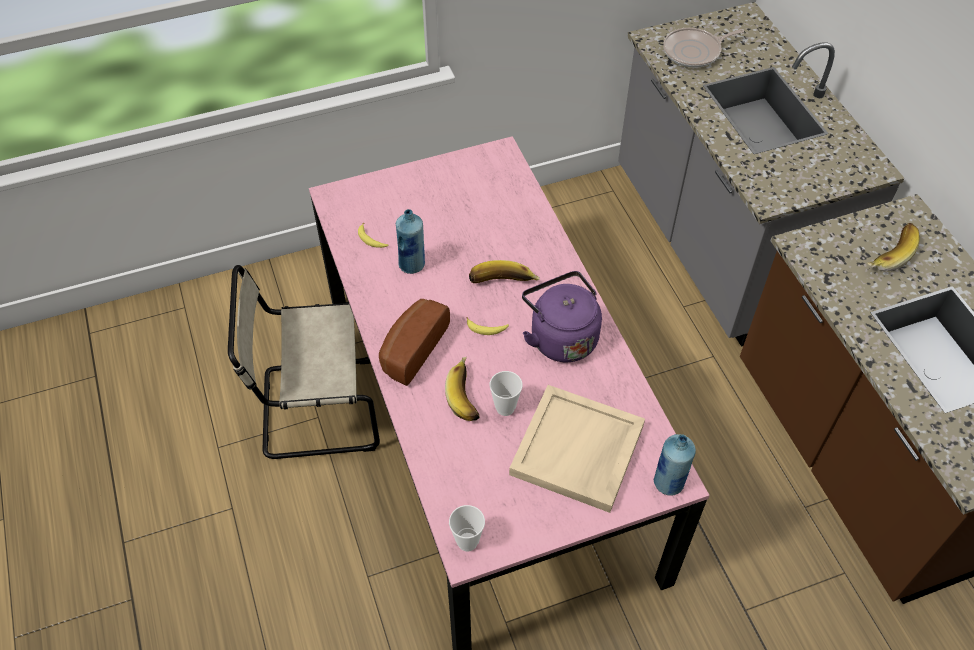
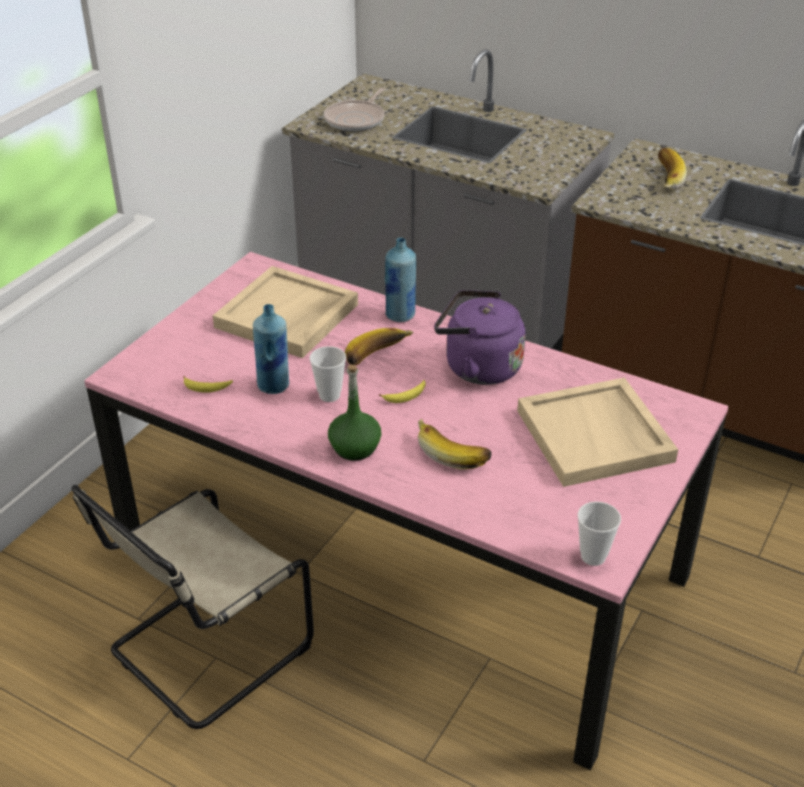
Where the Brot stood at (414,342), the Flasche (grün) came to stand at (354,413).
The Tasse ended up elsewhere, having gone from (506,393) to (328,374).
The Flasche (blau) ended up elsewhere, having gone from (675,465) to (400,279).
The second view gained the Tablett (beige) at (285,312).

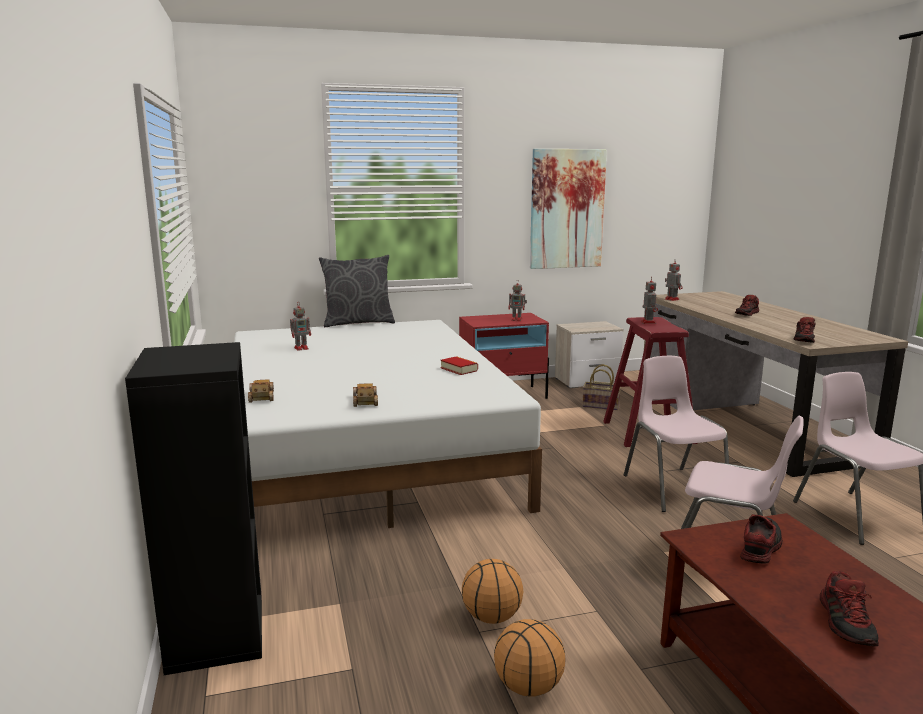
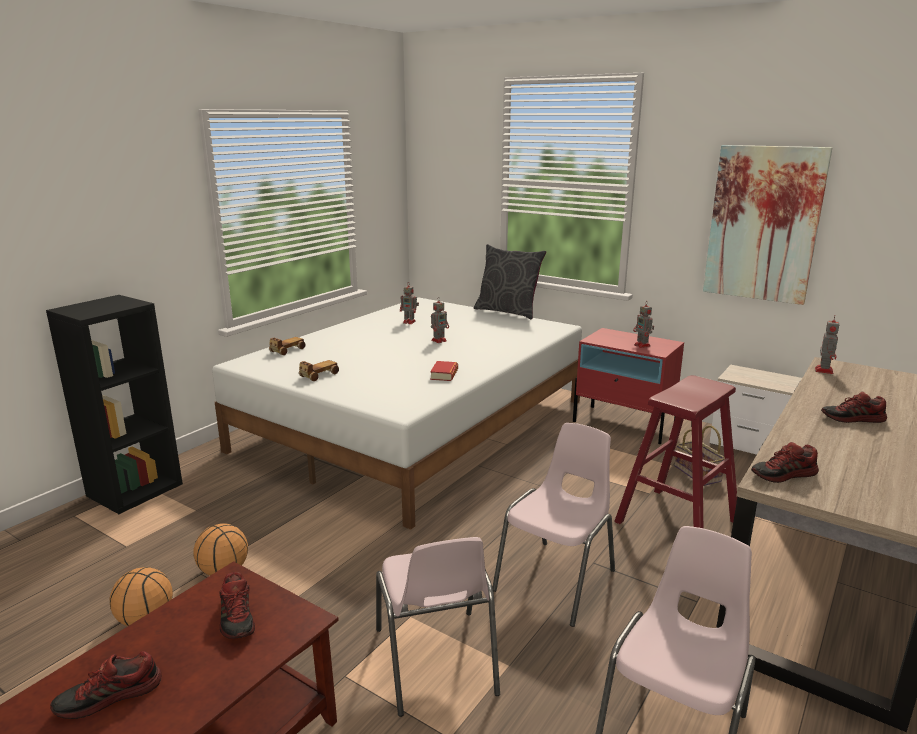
The Spielzeugroboter ended up elsewhere, having gone from (649,300) to (440,320).
The Schuh at (761,538) ended up facing another way, 75 degrees clockwise from before.

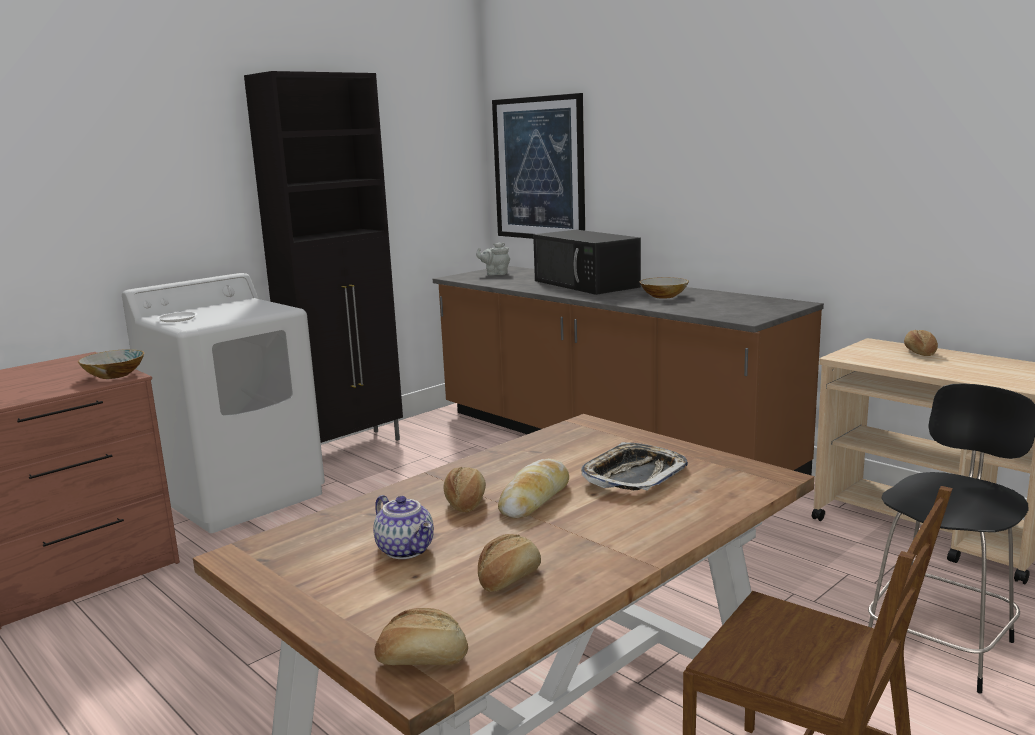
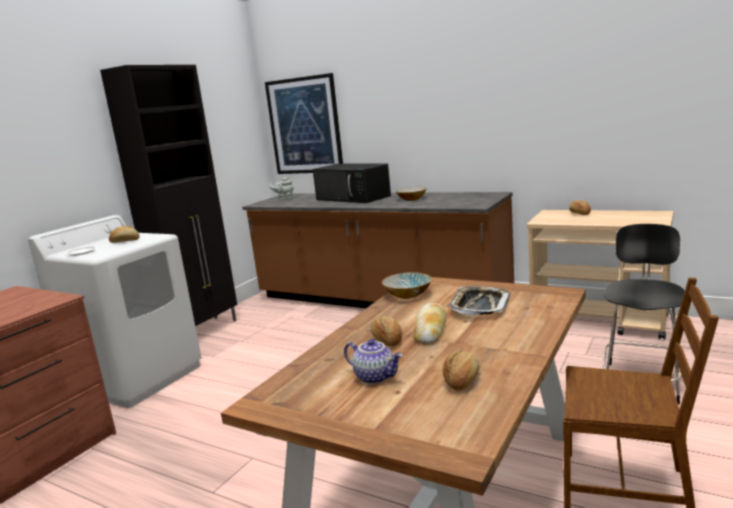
The Schüssel ended up elsewhere, having gone from (111,364) to (407,285).
The Brot ended up elsewhere, having gone from (421,636) to (124,234).

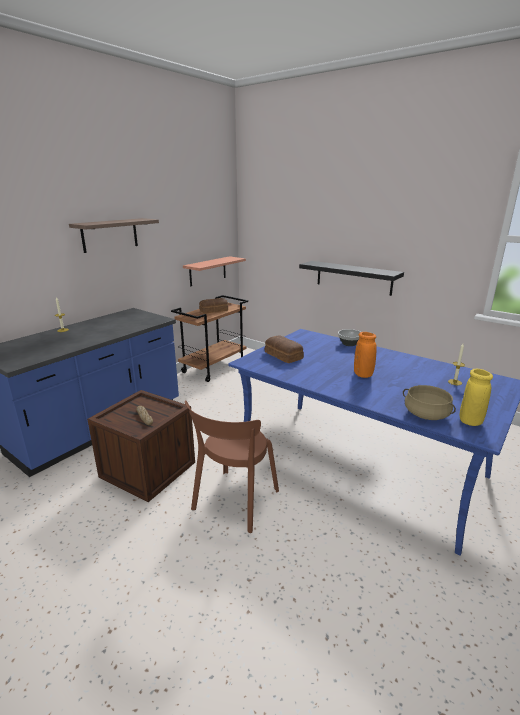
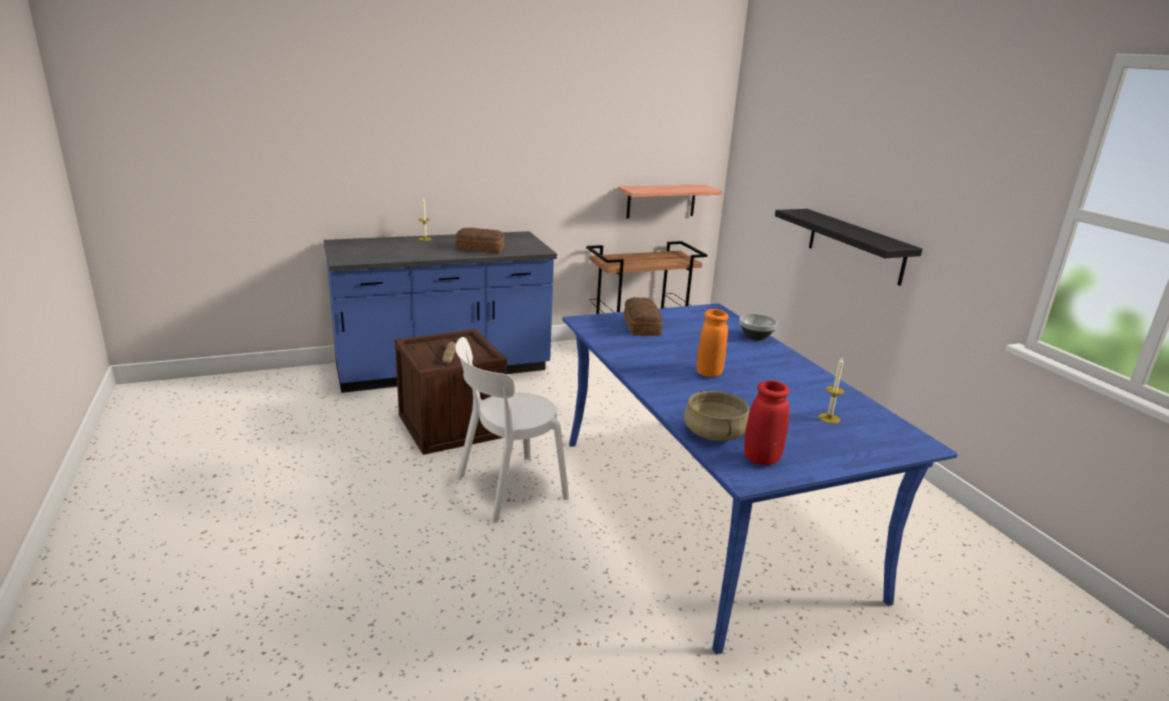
The second view lost the Wandregal at (114,235).
What was the Stuhl (braun) at (232,466) turned into the Stuhl (weiß) at (512,430).
The Brot ended up elsewhere, having gone from (213,306) to (480,240).
What was the Vase (gelb) at (476,397) turned into the Vase (rot) at (766,422).

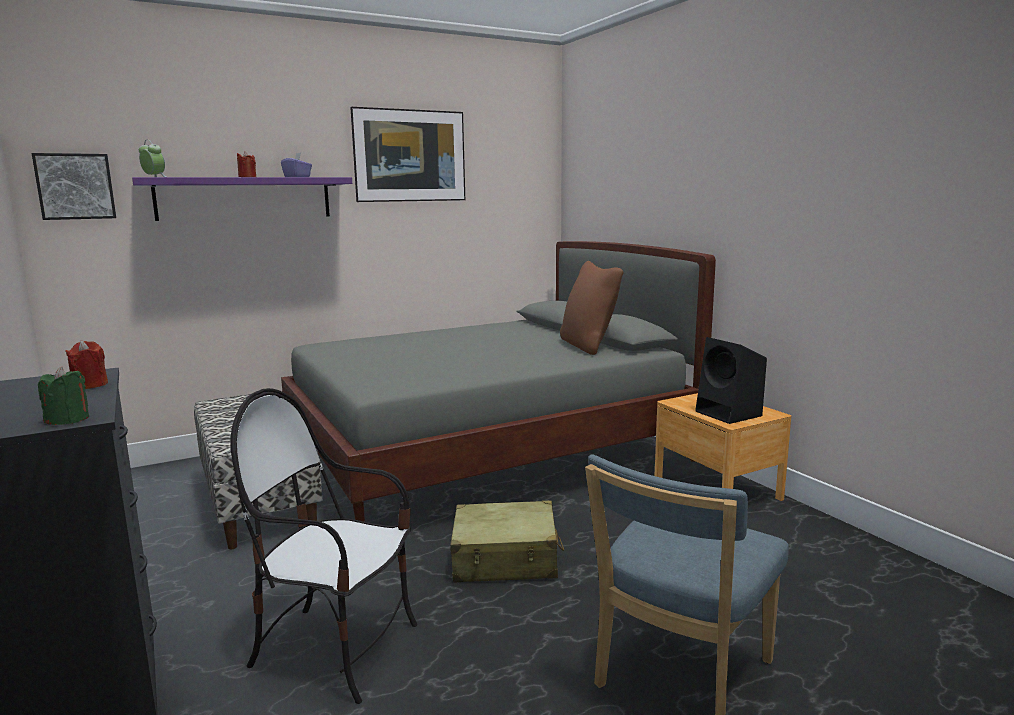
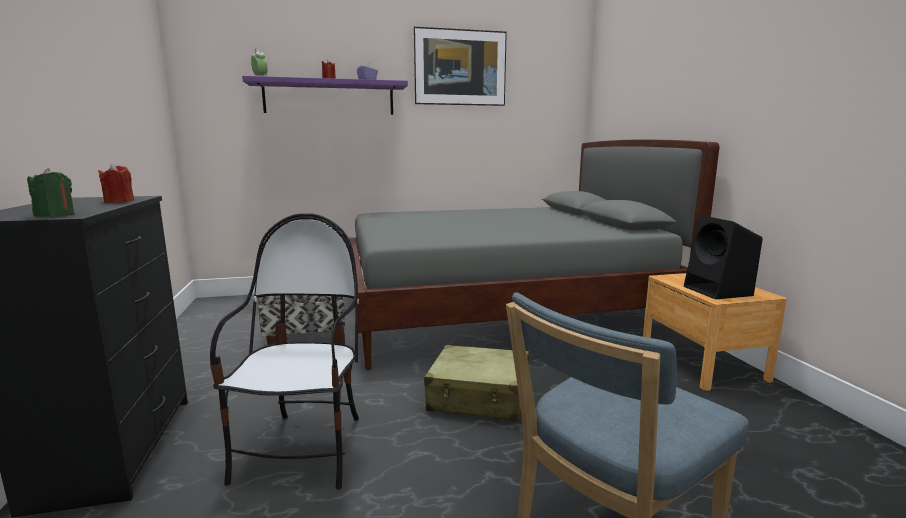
The second view lost the Bild at (74,186).
The Stuhl at (323,546) ended up facing another way, 60 degrees clockwise from before.
The second view lost the Kissen (braun) at (592,308).

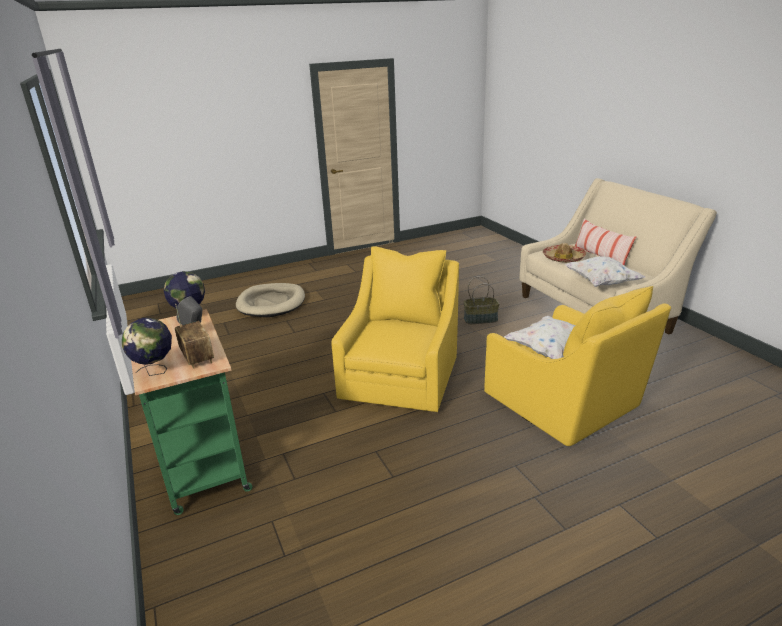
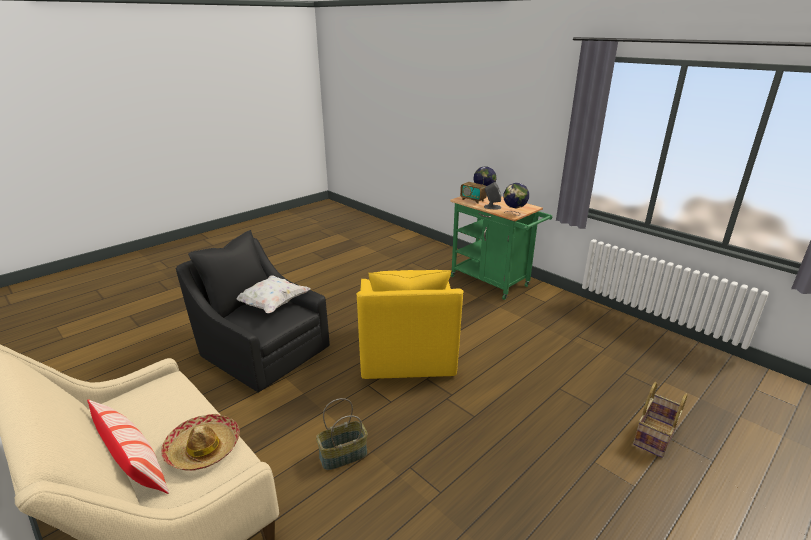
Where the Hundebett (beige) stood at (270,300), the Korb came to stand at (660,420).
What was the Sessel (gelb) at (577,366) turned into the Sessel (schwarz) at (252,311).
The second view lost the Kissen (weiß) at (605,272).

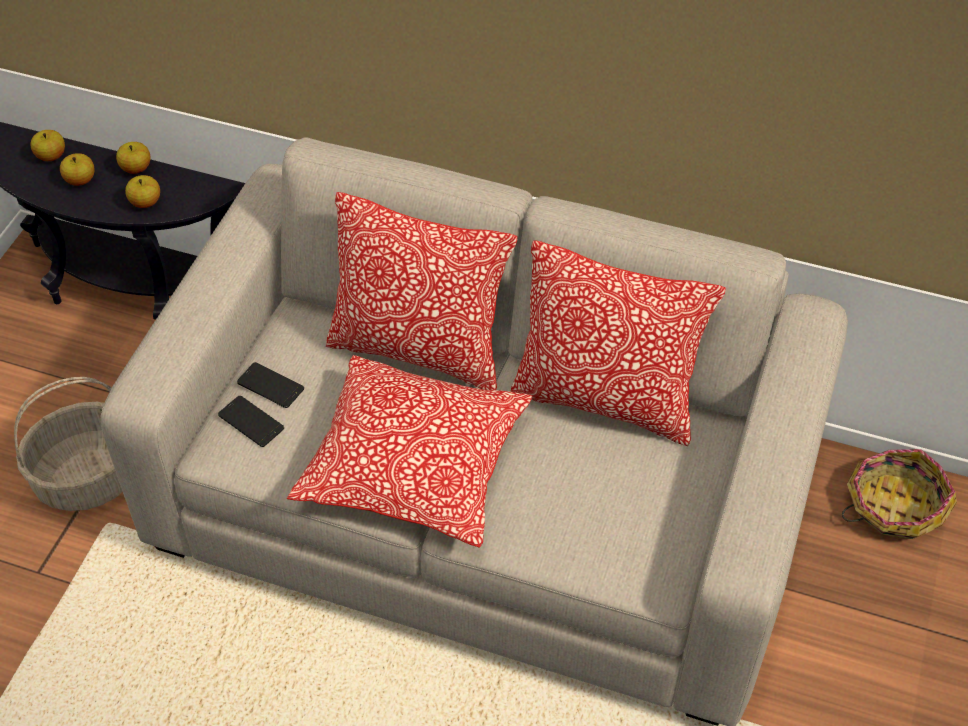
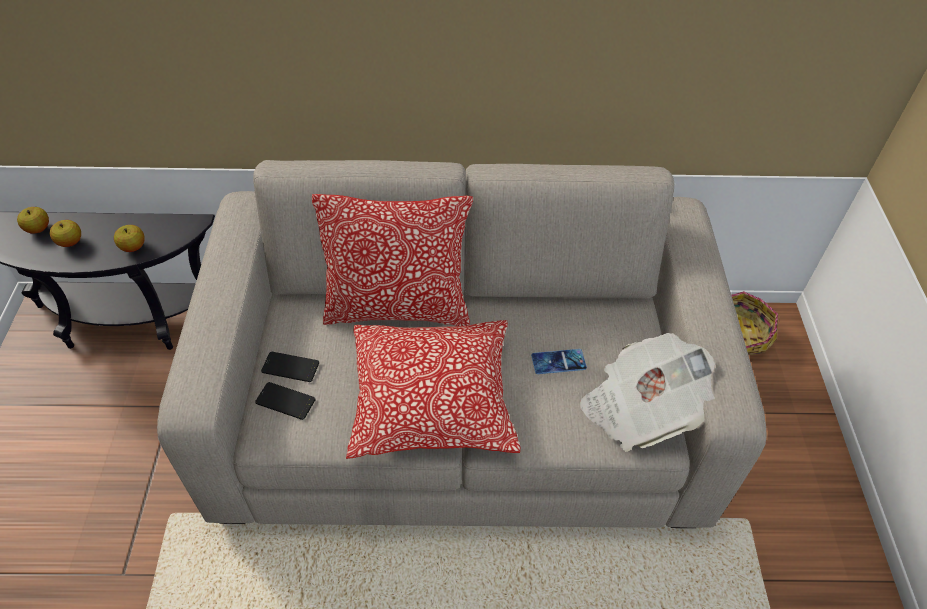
The second view lost the Korb at (68,444).
The second view lost the Apfel at (133,158).
The second view lost the Kissen at (618,343).
The second view gained the Handy at (559,361).
The second view gained the Zeitung at (648,392).

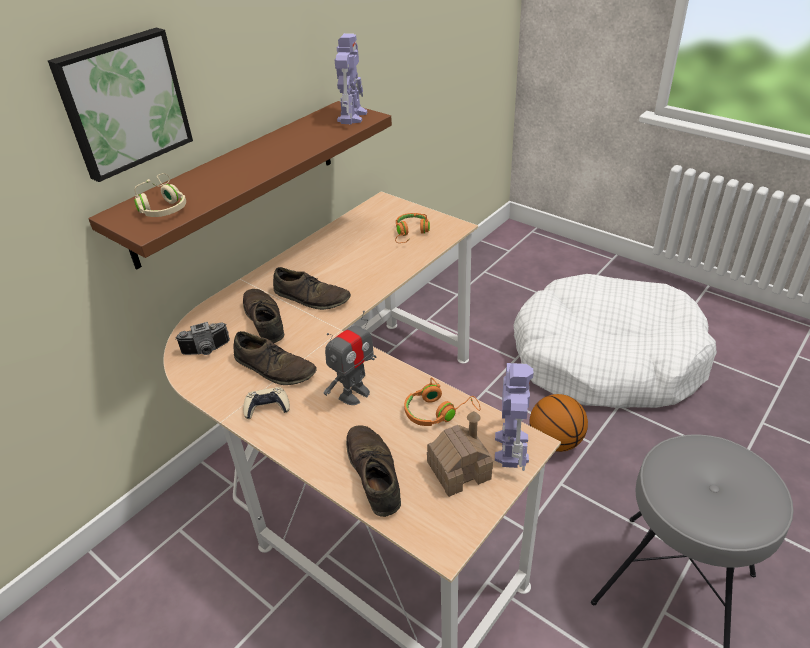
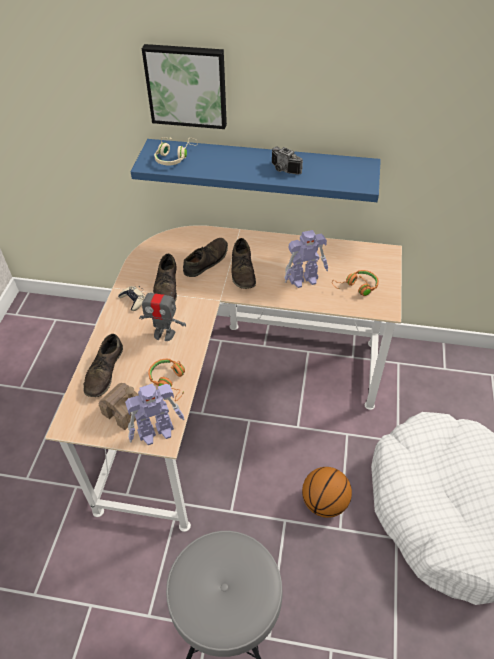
What was the Wandregal (braun) at (240,185) turned into the Wandregal (blau) at (256,170).
The Kamera ended up elsewhere, having gone from (202,338) to (287,160).
The Spielzeugroboter ended up elsewhere, having gone from (351,78) to (306,259).
The Schuh (braun) at (373,471) ended up facing another way, 150 degrees clockwise from before.

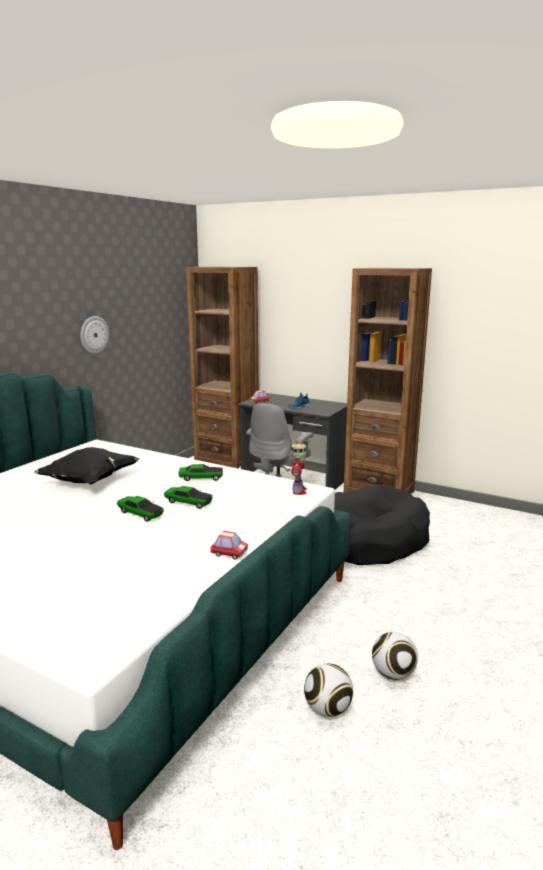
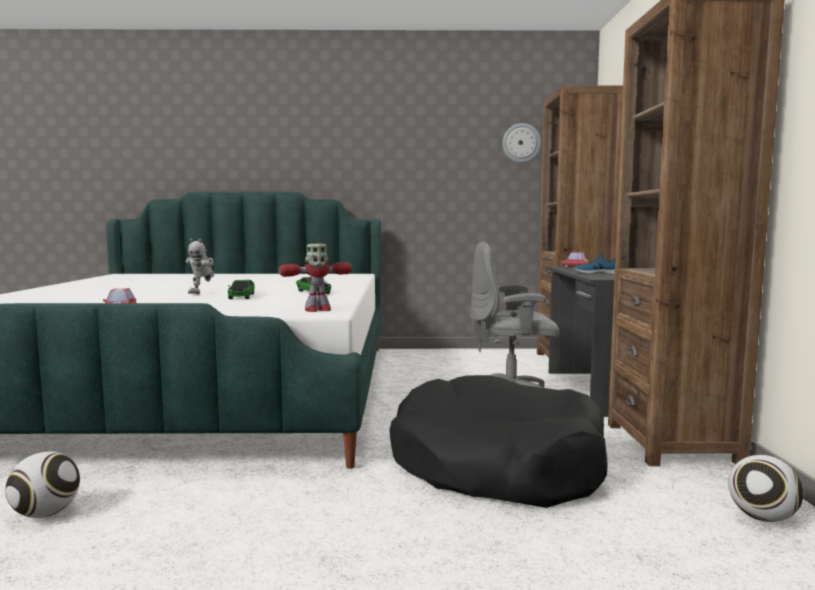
The second view lost the Kissen (schwarz) at (86,466).
The Wanduhr ended up elsewhere, having gone from (95,335) to (521,143).
Where the Spielzeugauto stood at (140,509), the Spielzeugroboter came to stand at (200,266).
The Fußball ended up elsewhere, having gone from (395,656) to (765,488).

